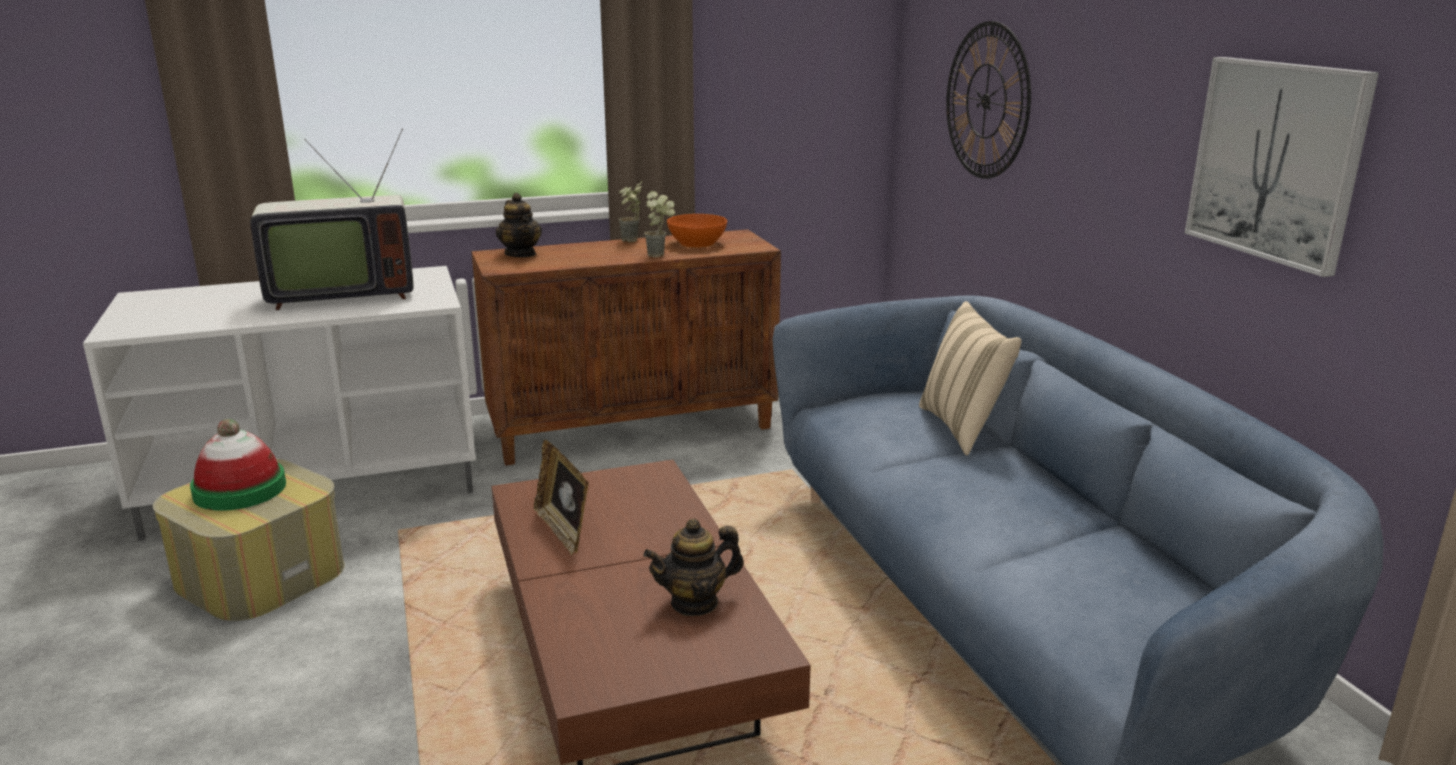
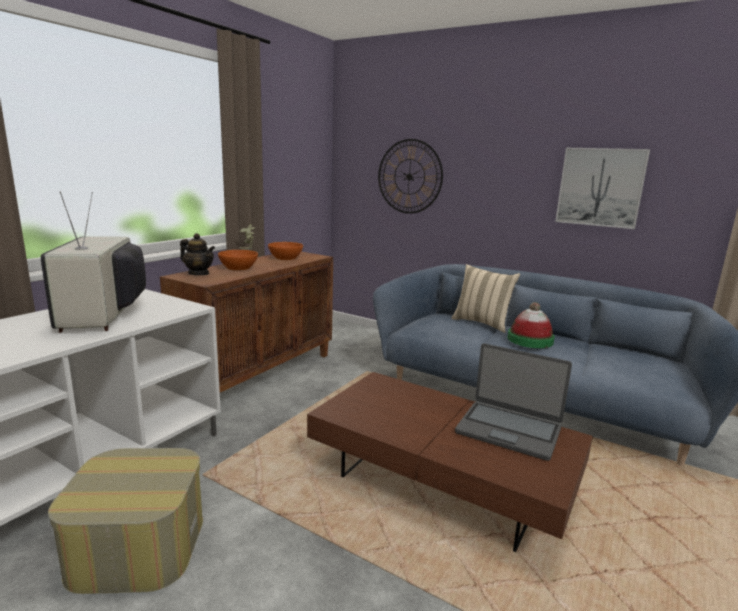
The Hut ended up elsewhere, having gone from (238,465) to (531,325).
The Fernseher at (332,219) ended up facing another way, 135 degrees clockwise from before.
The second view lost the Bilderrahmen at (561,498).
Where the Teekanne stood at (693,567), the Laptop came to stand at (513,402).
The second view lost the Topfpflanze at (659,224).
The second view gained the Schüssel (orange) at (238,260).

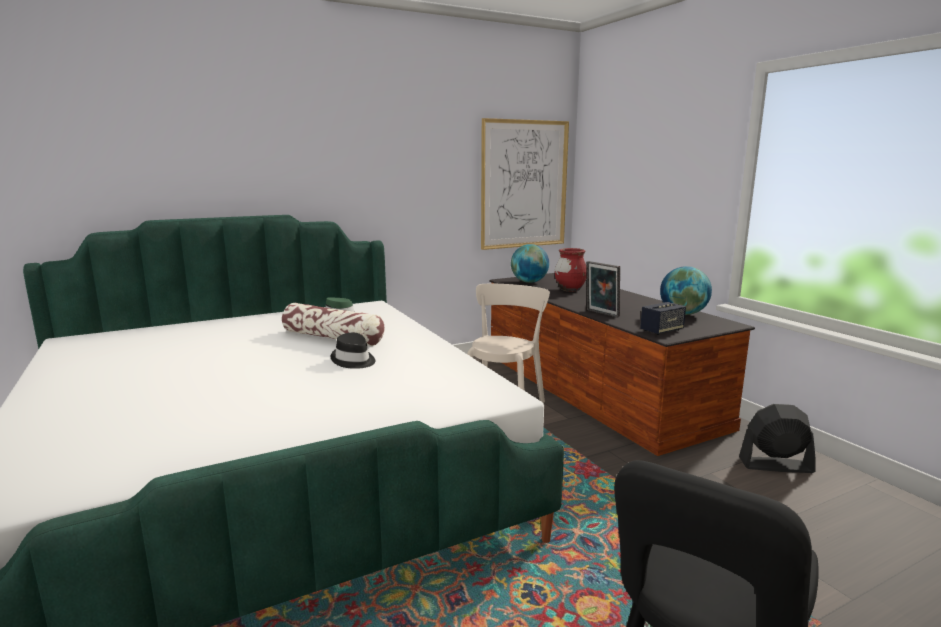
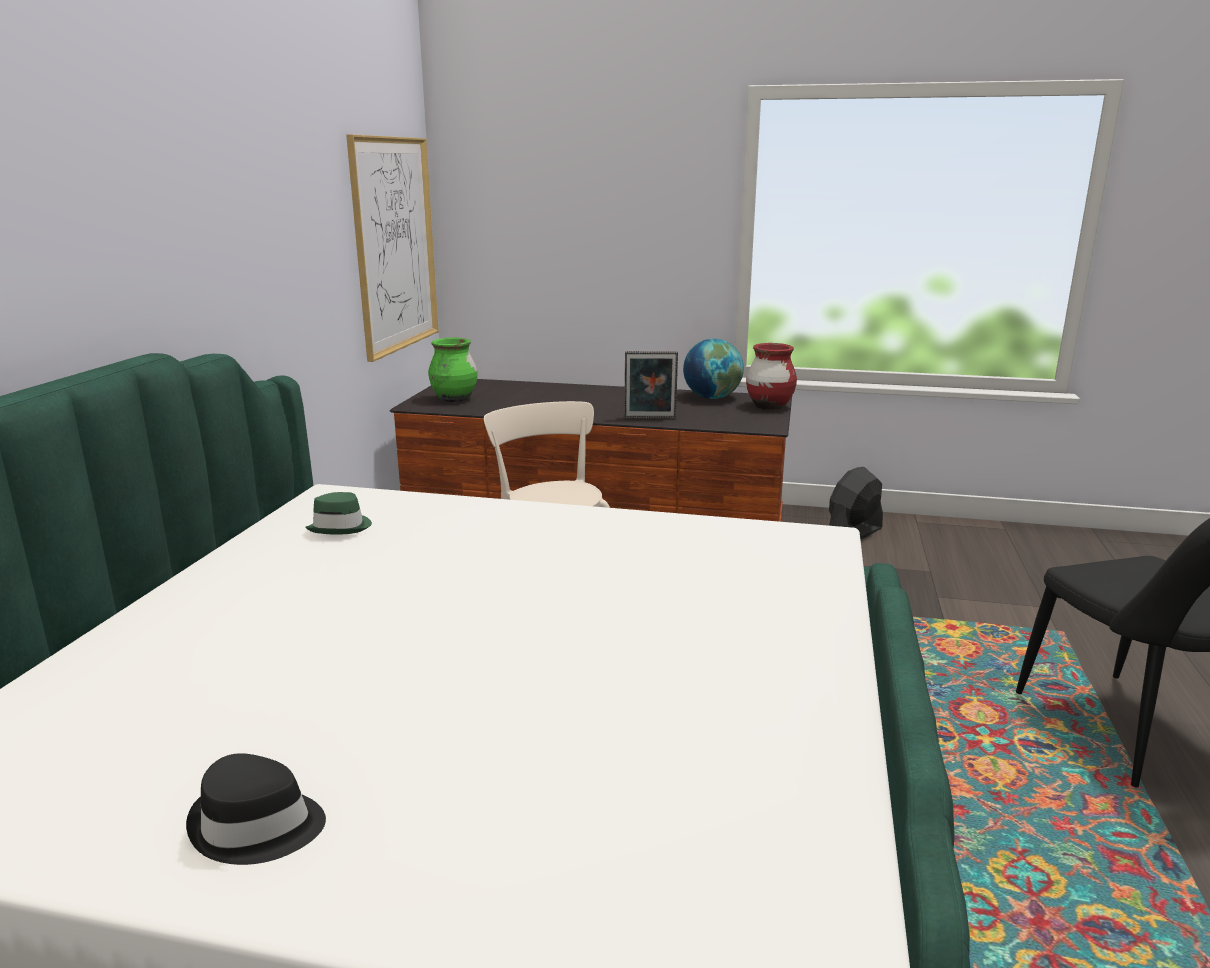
The second view lost the Kissen at (333,324).
The Hut (schwarz) ended up elsewhere, having gone from (353,351) to (256,809).
Where the Globus stood at (530,263), the Vase (grün) came to stand at (453,370).
The Vase (rot) ended up elsewhere, having gone from (571,270) to (771,376).
The second view lost the Lautsprecher at (663,318).

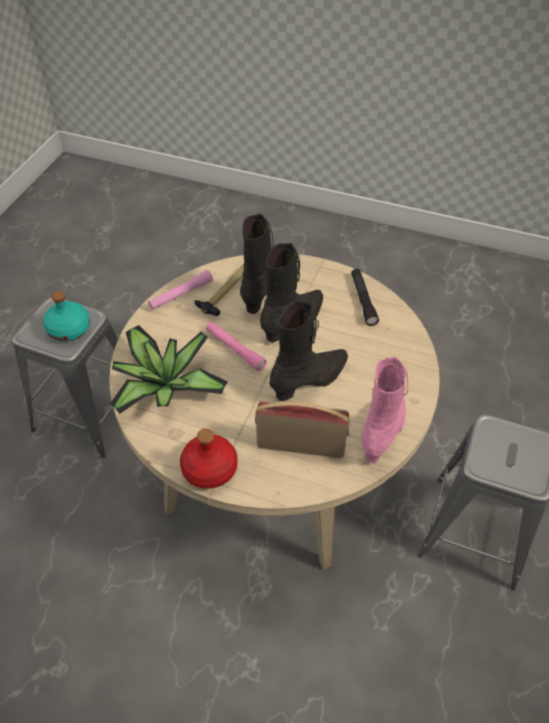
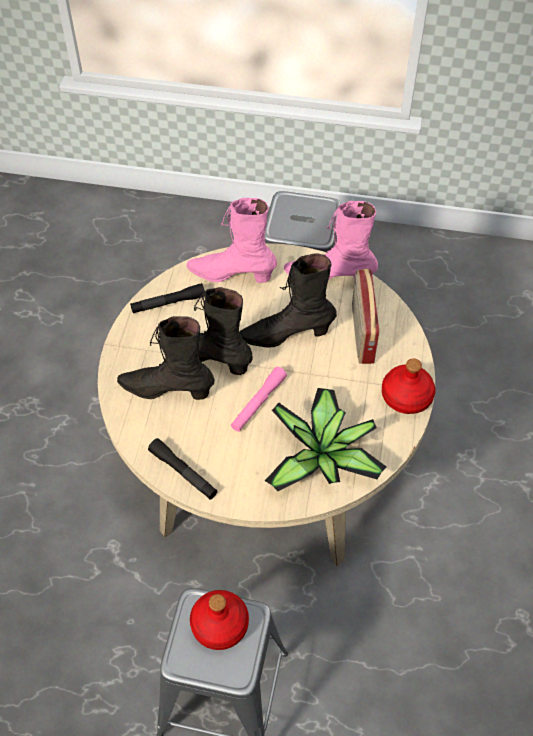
What was the Flasche (türkis) at (66,316) turned into the Flasche (rot) at (219,620).
What was the Taschenlampe (rosa) at (180,290) turned into the Taschenlampe (schwarz) at (182,469).
The second view lost the Hammer at (219,290).
The Stiefel (schwarz) at (309,351) ended up facing another way, 45 degrees counterclockwise from before.
The second view gained the Stiefel (rosa) at (232,240).

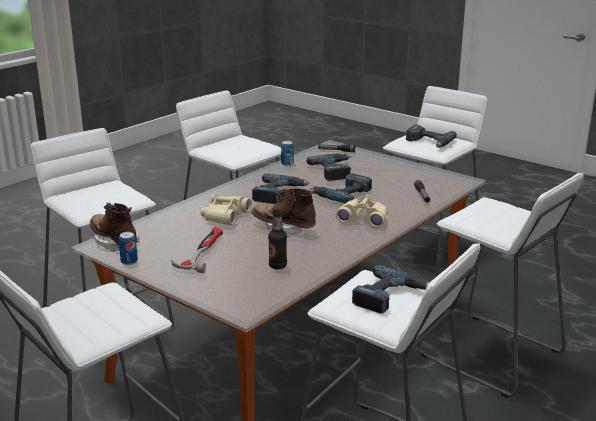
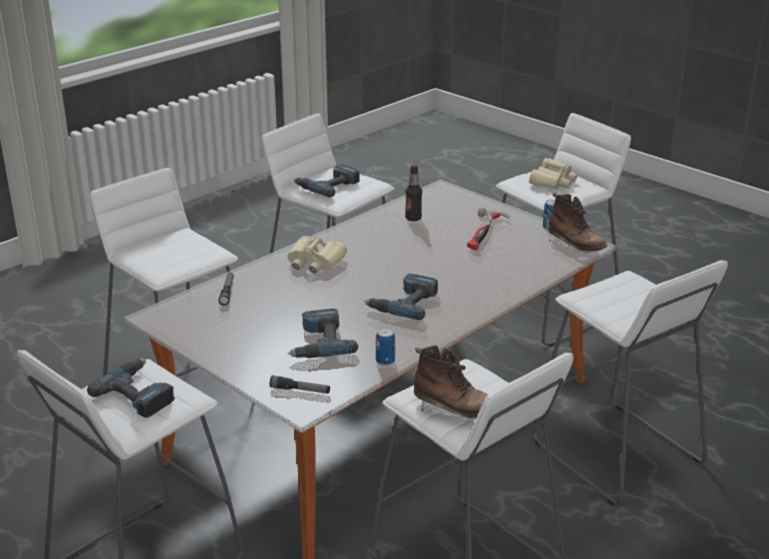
The Fernglas (beige) ended up elsewhere, having gone from (226,210) to (553,173).
The Stiefel (braun) ended up elsewhere, having gone from (283,211) to (451,383).
The second view lost the Bohrmaschine at (341,188).

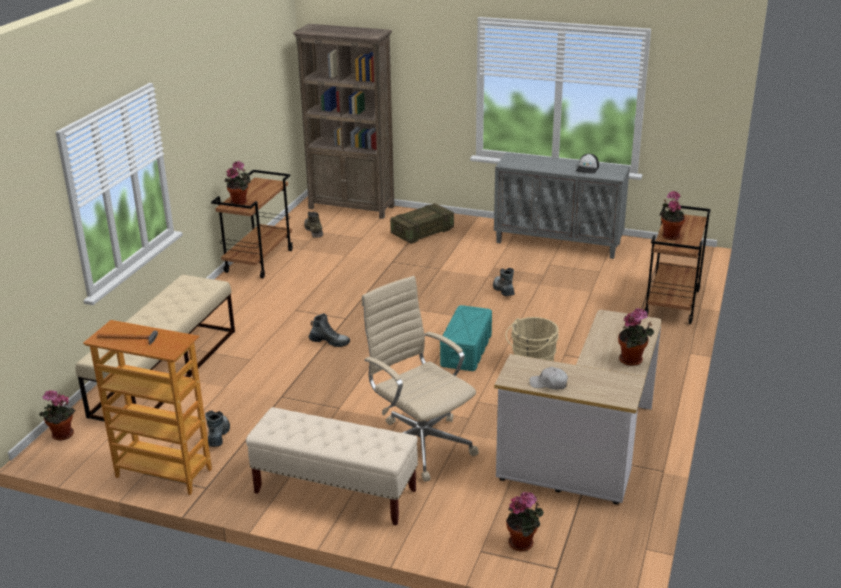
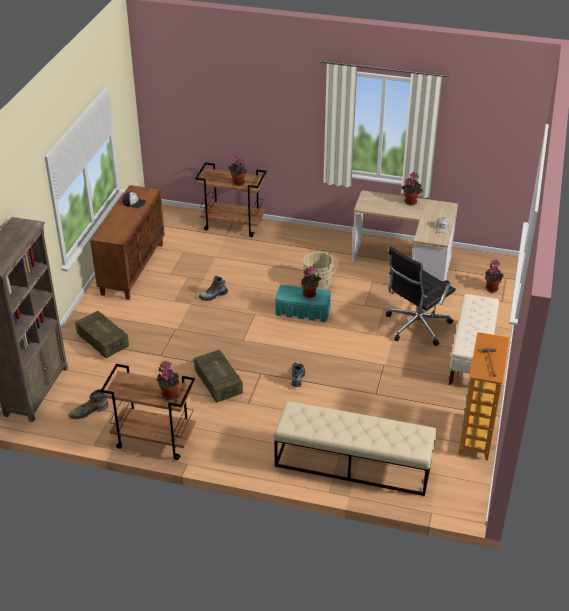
The Topfpflanze ended up elsewhere, having gone from (57,415) to (311,282).
The second view lost the Stiefel at (217,428).
What was the Bürostuhl (beige) at (420,379) turned into the Bürostuhl (schwarz) at (421,296).
What was the Schrank (grau) at (562,205) turned into the Schrank (braun) at (127,242).
The second view gained the Kiste at (218,376).

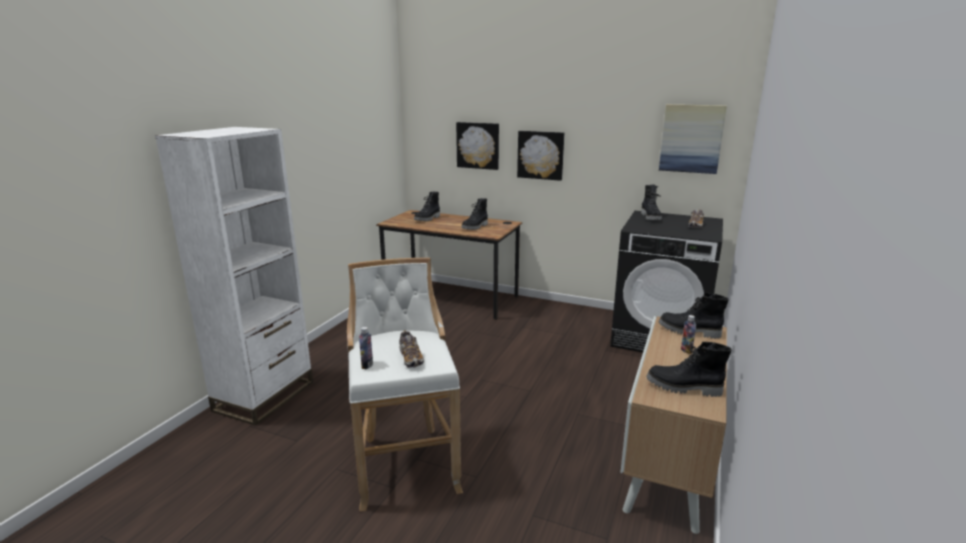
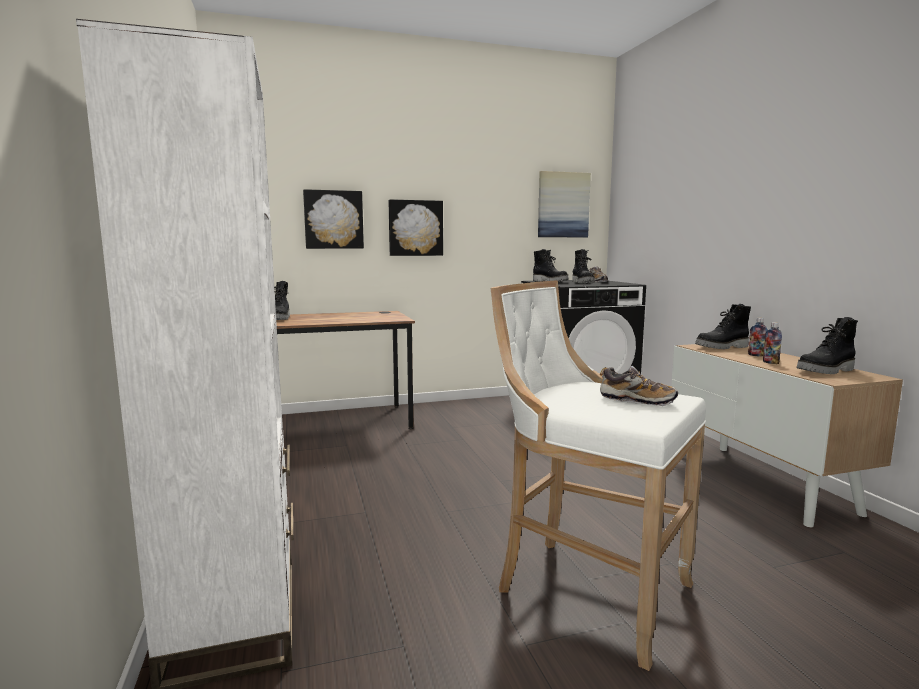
The Flasche ended up elsewhere, having gone from (366,348) to (772,343).
The Stiefel (schwarz) ended up elsewhere, having gone from (475,214) to (583,266).

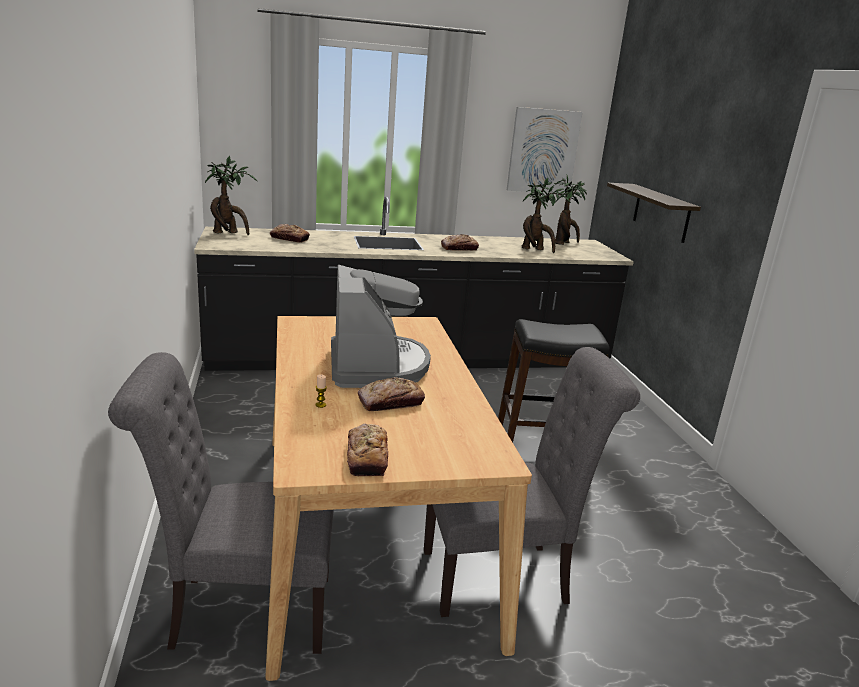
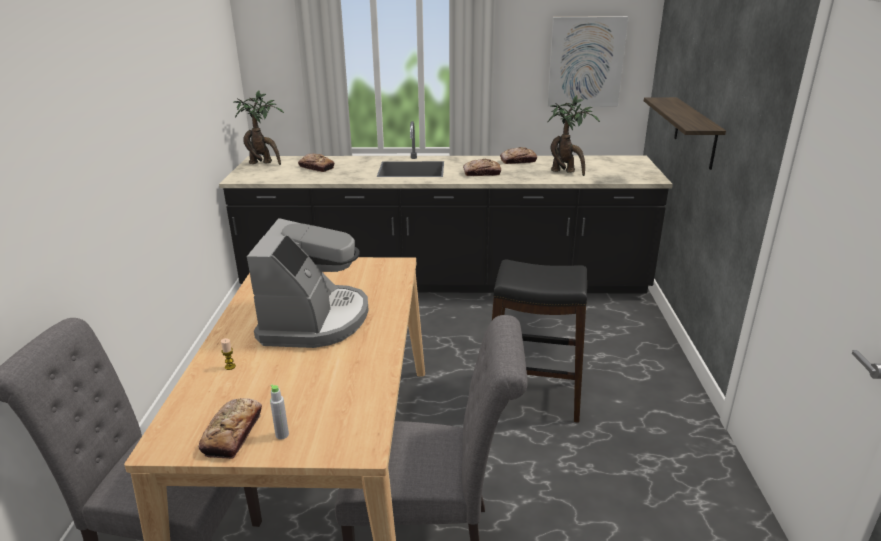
The Brot ended up elsewhere, having gone from (391,394) to (518,155).
The second view lost the Topfpflanze at (570,210).
The second view gained the Flasche (grau) at (279,412).

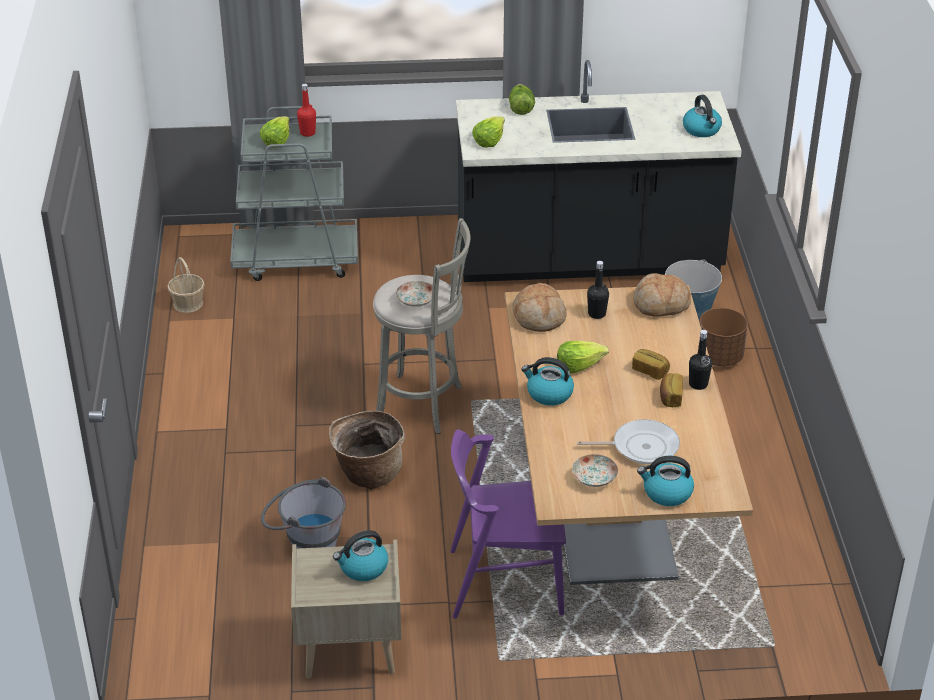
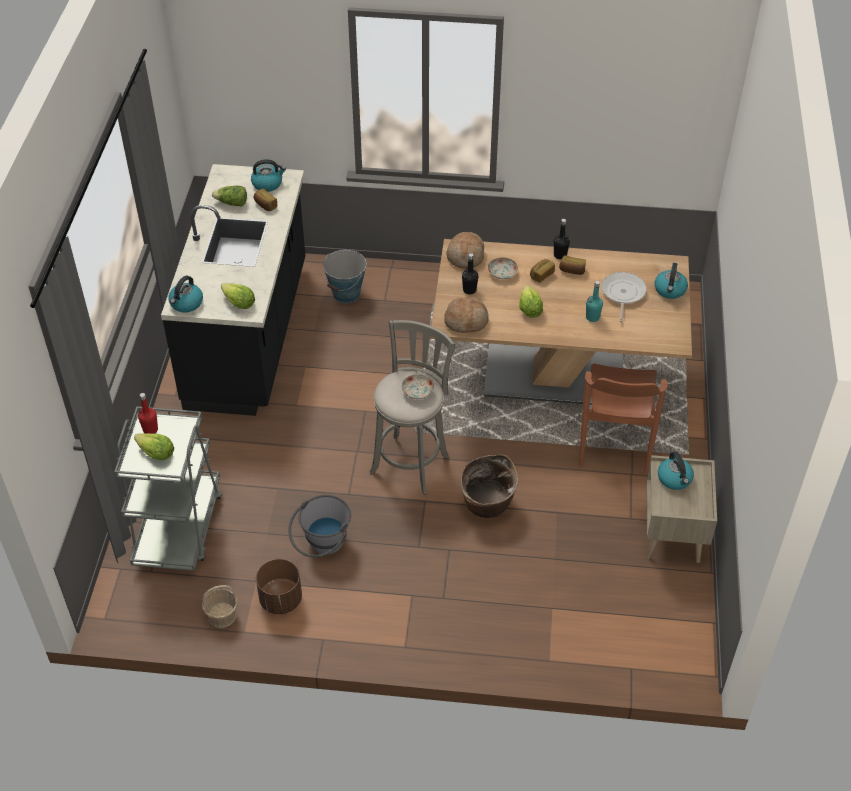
The Eimer (grau) ended up elsewhere, having gone from (303,513) to (320,526).
What was the Stuhl (lila) at (508,524) turned into the Stuhl (braun) at (623,419).
The Salatkopf ended up elsewhere, having gone from (522,99) to (229,196).
The Wasserkessel ended up elsewhere, having gone from (547,381) to (185,294).
The Teller ended up elsewhere, having gone from (595,470) to (503,268).
The Pflanzkübel (braun) ended up elsewhere, having gone from (723,337) to (279,586).
The second view gained the Brot at (265,200).
The second view gained the Flasche (türkis) at (594,301).

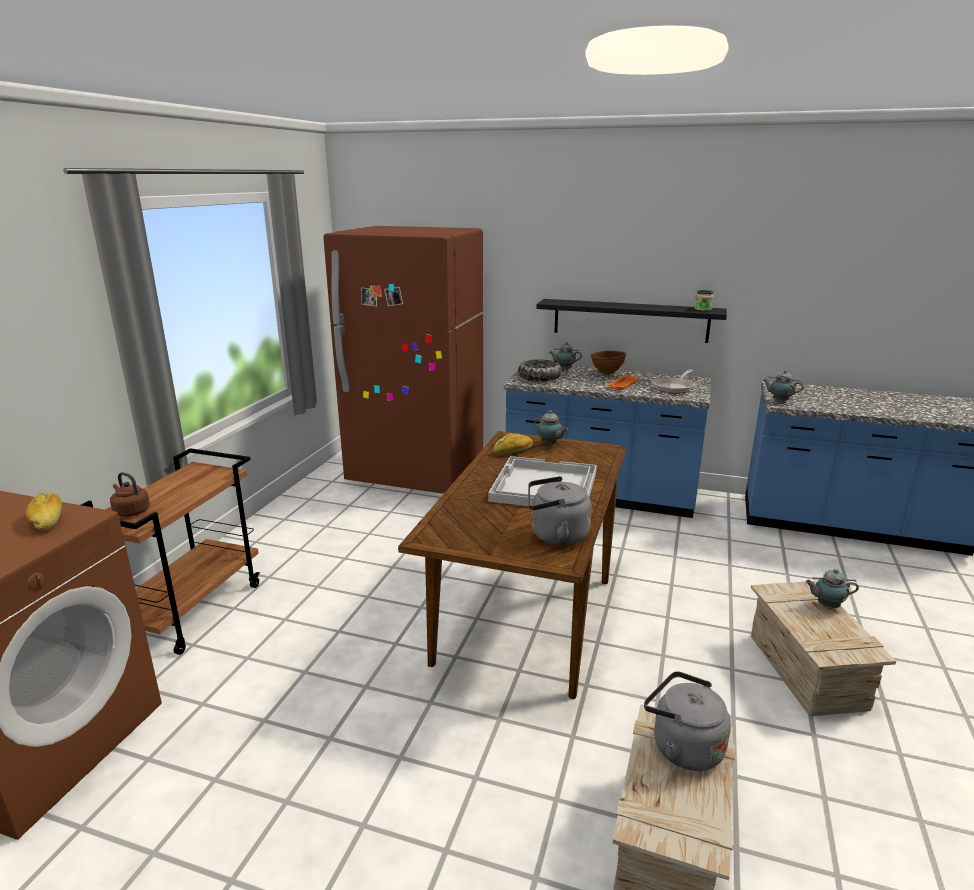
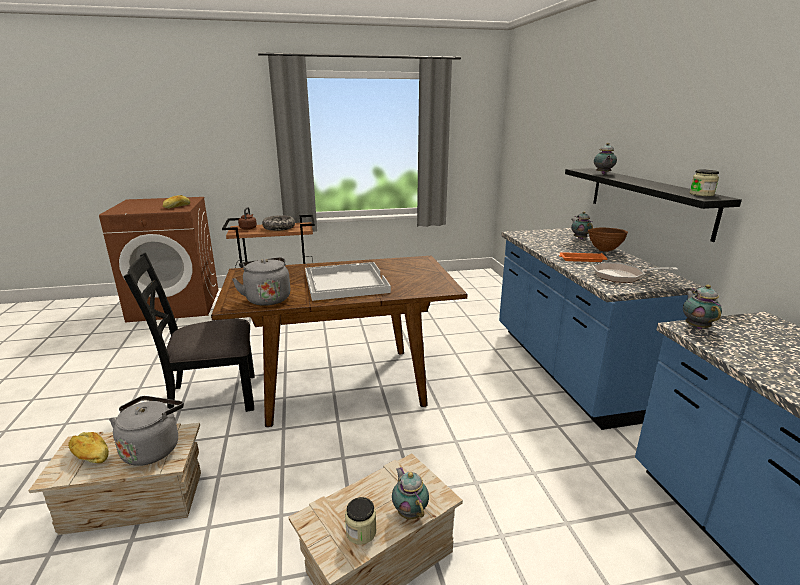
The second view lost the Kühlschrank (braun) at (403,360).
The Brot ended up elsewhere, having gone from (513,444) to (88,447).
The Schüssel ended up elsewhere, having gone from (540,370) to (278,223).
The Teekanne ended up elsewhere, having gone from (551,428) to (605,158).
The second view gained the Stuhl (schwarz) at (189,332).
The second view gained the Vorratsglas at (360,521).

